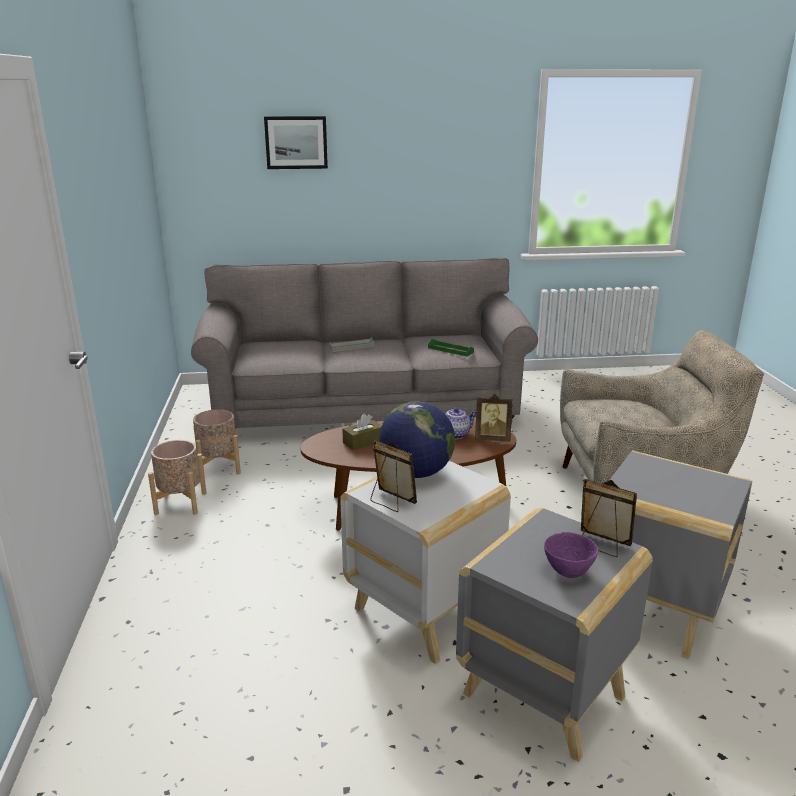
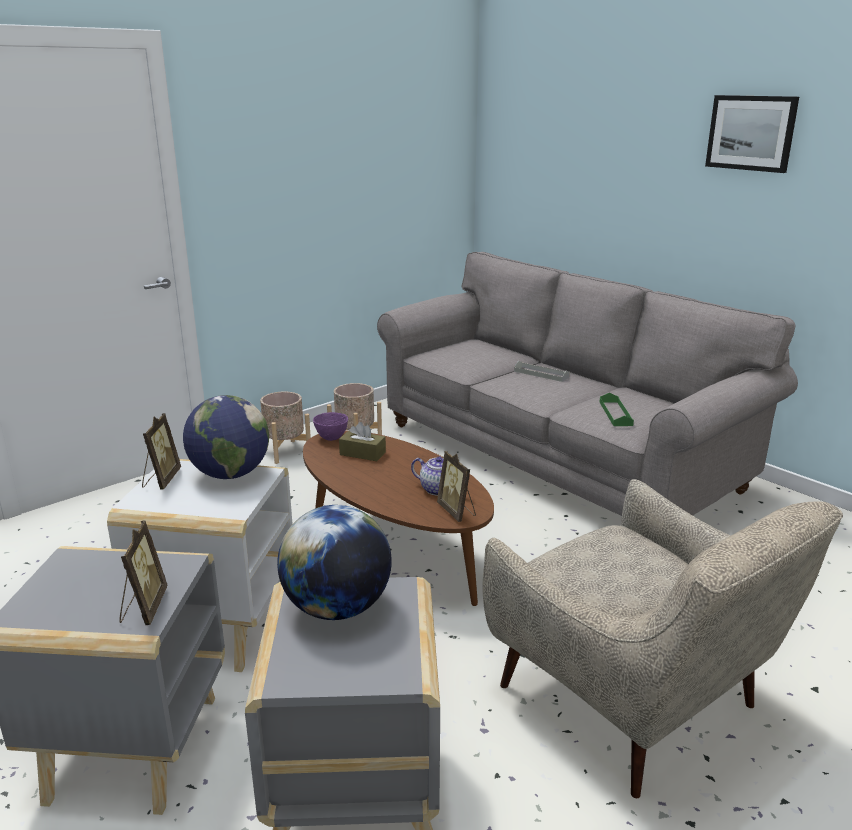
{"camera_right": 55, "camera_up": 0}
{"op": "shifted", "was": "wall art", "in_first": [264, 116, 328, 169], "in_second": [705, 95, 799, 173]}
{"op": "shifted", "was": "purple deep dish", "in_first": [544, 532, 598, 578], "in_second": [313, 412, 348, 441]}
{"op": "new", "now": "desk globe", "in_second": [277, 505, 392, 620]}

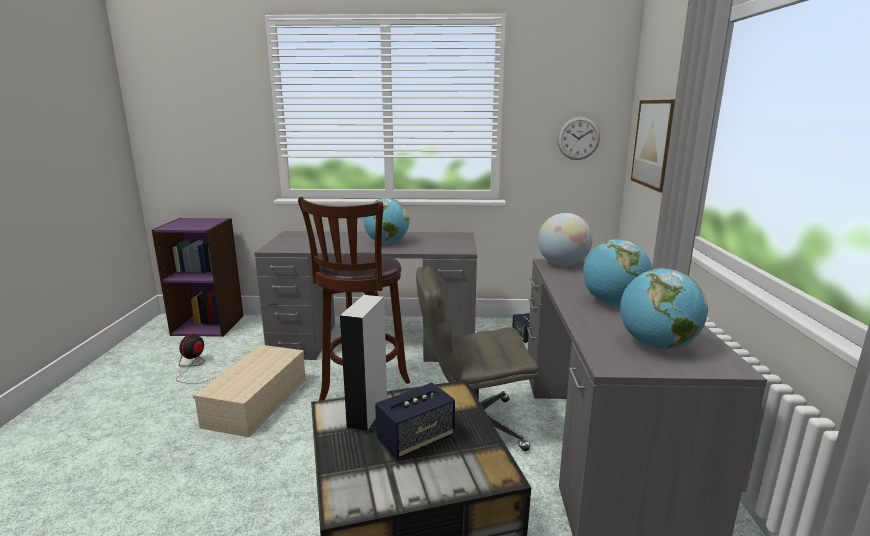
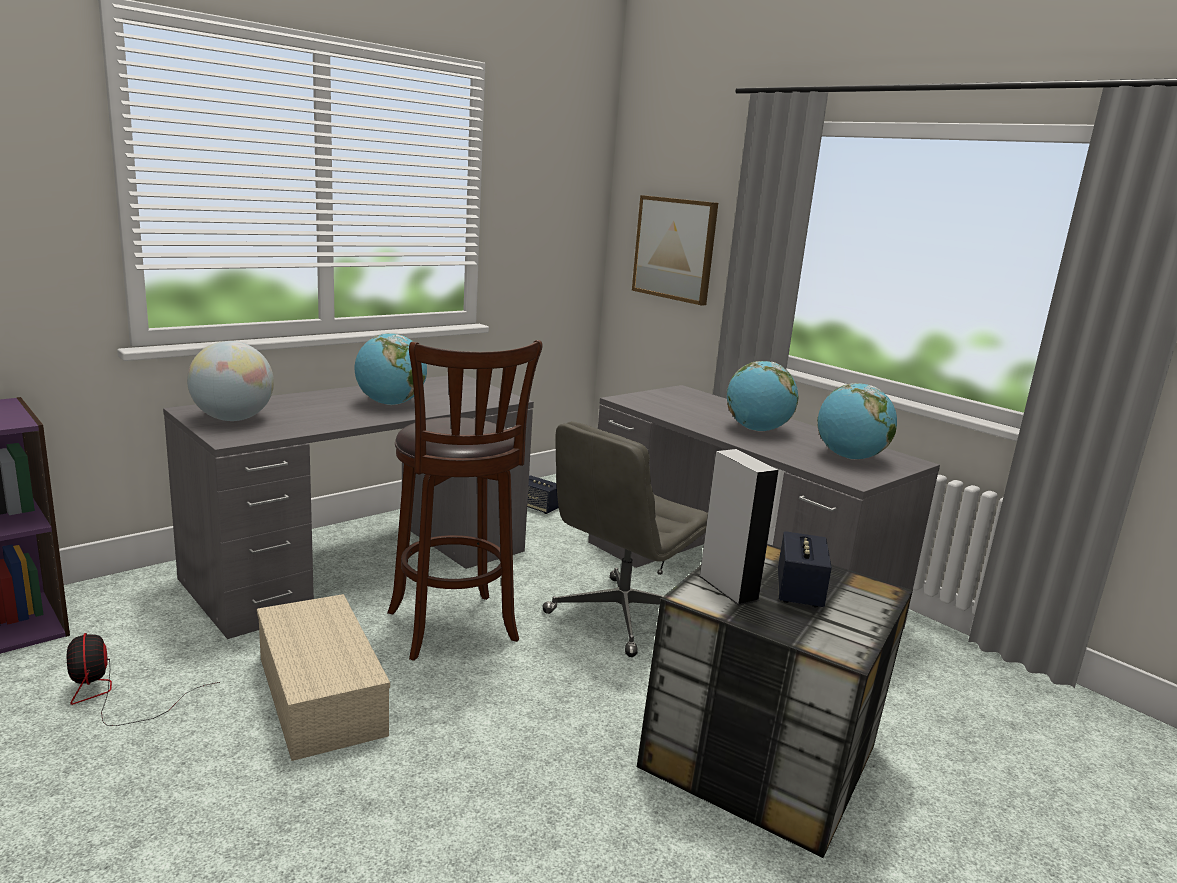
{"camera_right": -45, "camera_up": 0}
{"op": "shifted", "was": "desk globe", "in_first": [538, 213, 593, 266], "in_second": [187, 341, 274, 421]}
{"op": "gone", "was": "hanging clock", "in_first": [557, 117, 600, 160]}

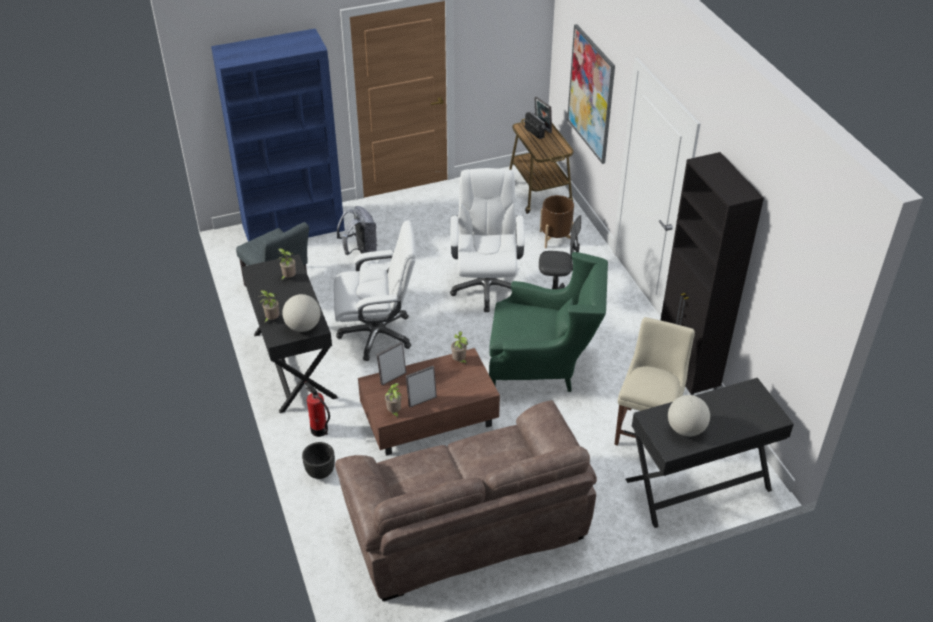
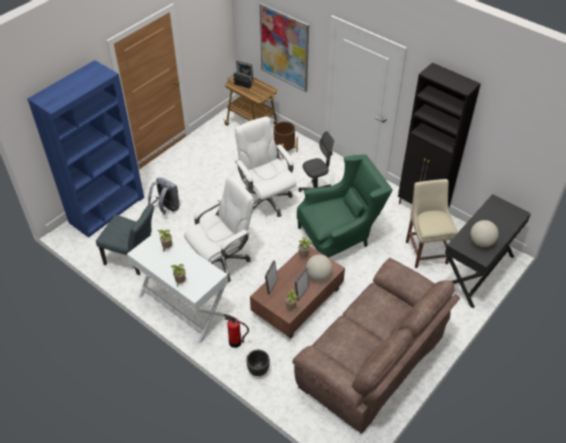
{"camera_right": -30, "camera_up": 5}
{"op": "repainted", "was": "blackish desk table", "now": "whitish desk table", "in_first": [242, 254, 338, 413], "in_second": [127, 228, 229, 343]}
{"op": "shifted", "was": "desk globe", "in_first": [282, 294, 321, 332], "in_second": [306, 255, 332, 281]}

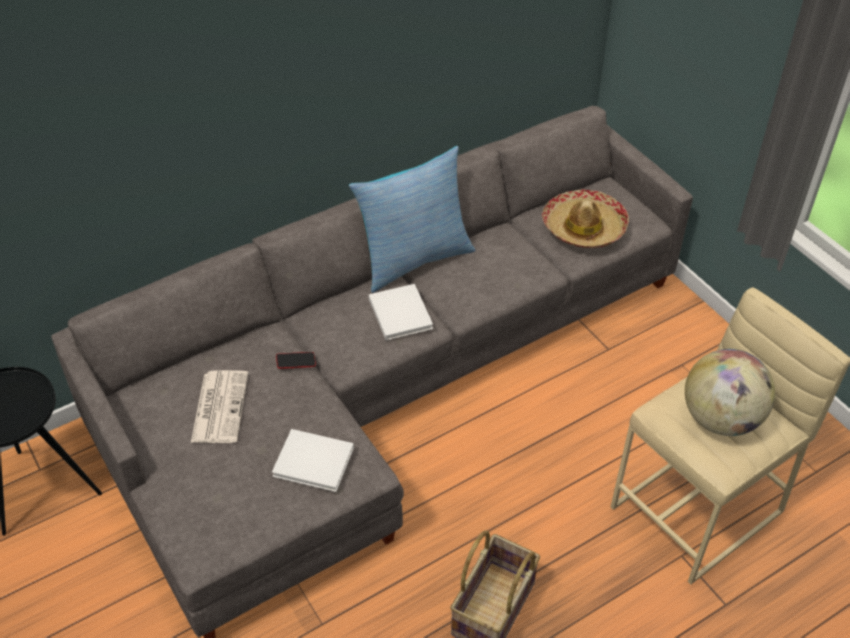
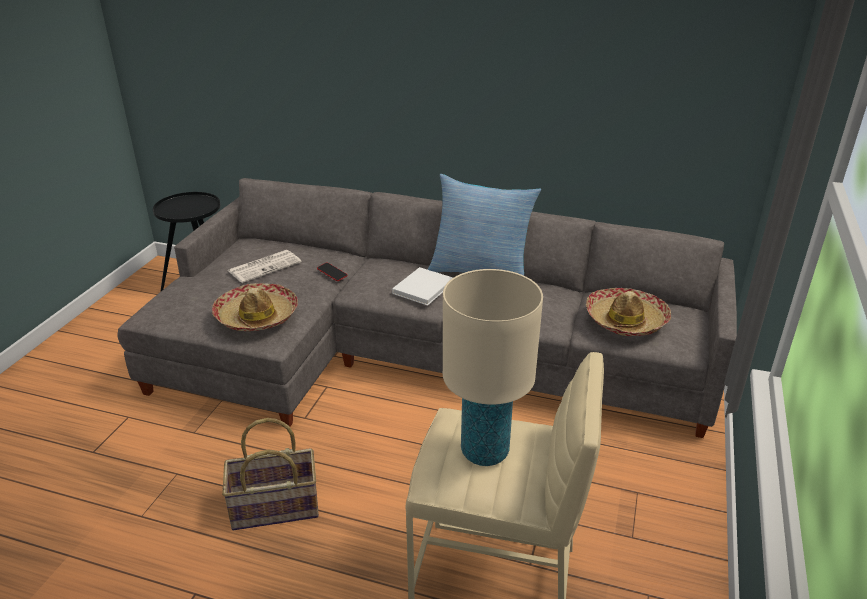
{"camera_right": 50, "camera_up": -15}
{"op": "swapped", "was": "whitish volume", "now": "clothing hat", "in_first": [272, 429, 354, 492], "in_second": [212, 283, 298, 331]}
{"op": "swapped", "was": "desk globe", "now": "beige-coloured lamp for a table", "in_first": [685, 349, 775, 436], "in_second": [443, 269, 543, 466]}

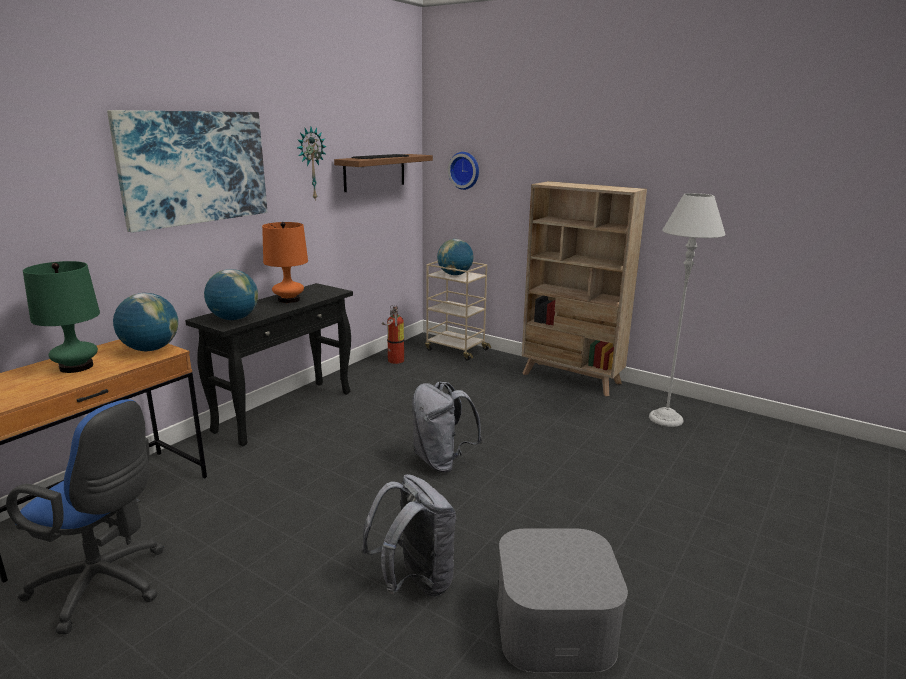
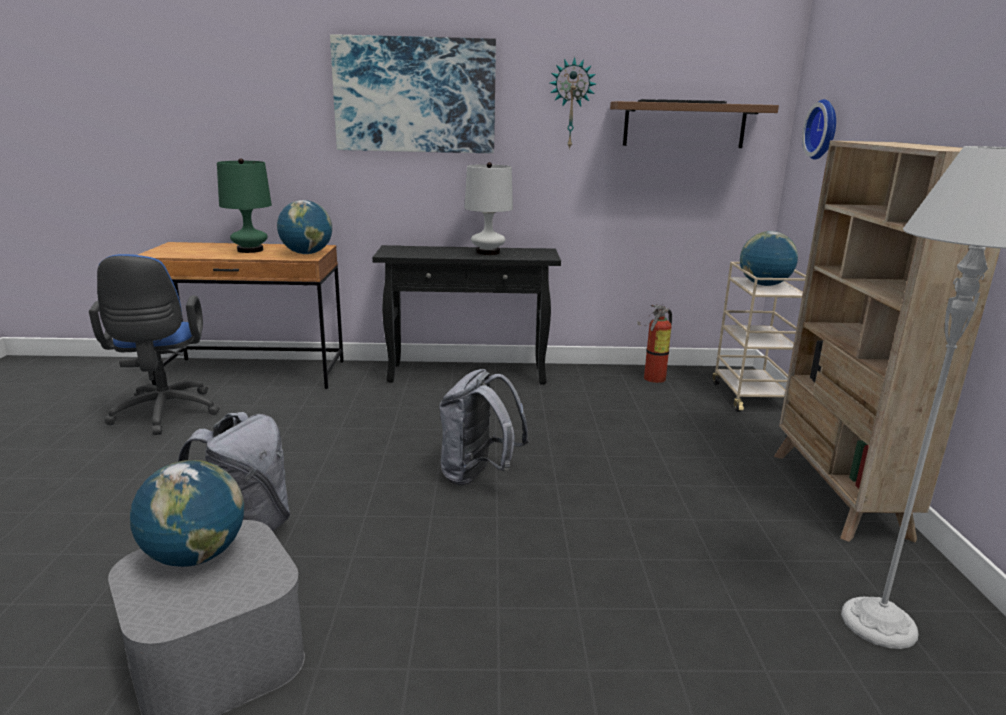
{"camera_right": 55, "camera_up": 0}
{"op": "shifted", "was": "desk globe", "in_first": [204, 269, 258, 320], "in_second": [130, 460, 244, 567]}
{"op": "repainted", "was": "orange lamp for a table", "now": "whitish lamp for a table", "in_first": [262, 222, 308, 303], "in_second": [464, 162, 513, 255]}

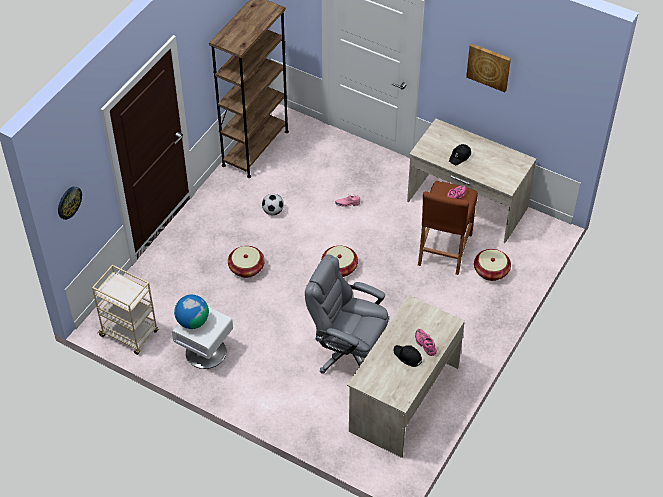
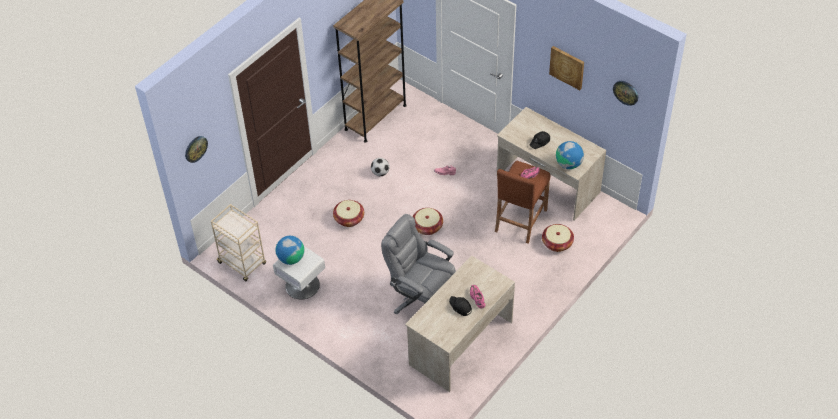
{"camera_right": 10, "camera_up": 0}
{"op": "new", "now": "desk globe", "in_second": [556, 141, 584, 169]}
{"op": "new", "now": "hanging clock", "in_second": [613, 81, 638, 106]}

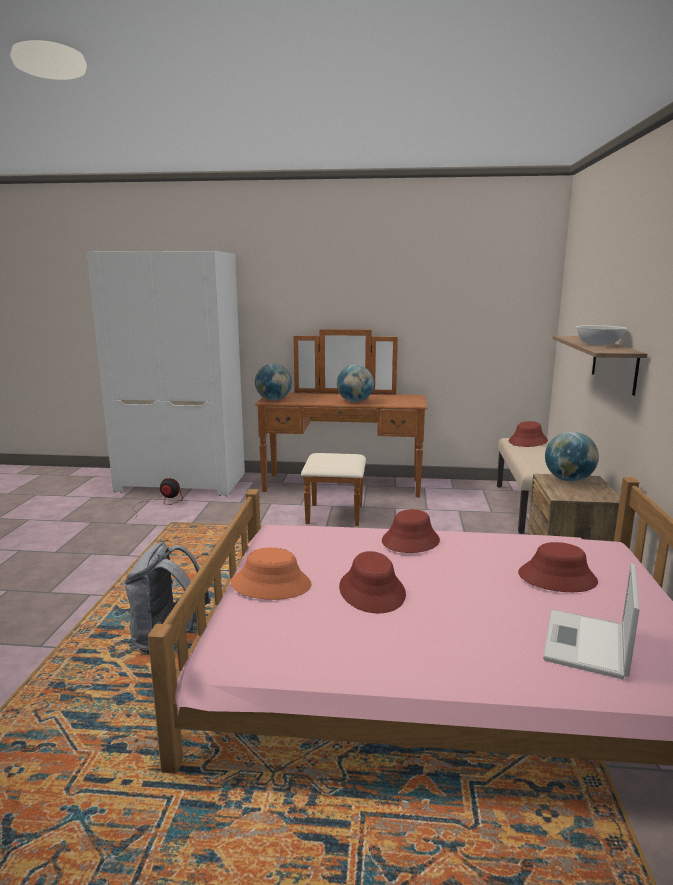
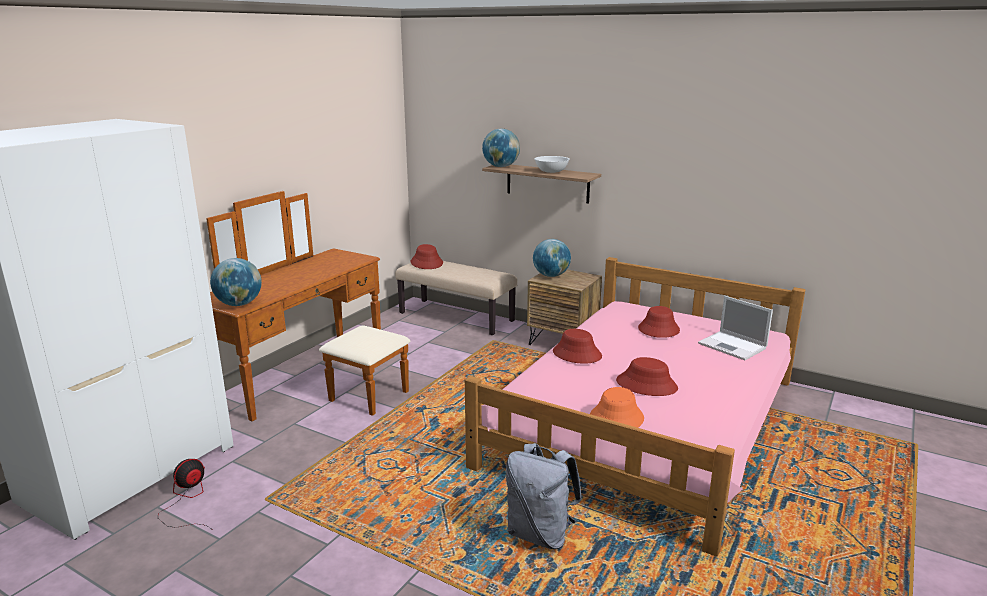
{"camera_right": -65, "camera_up": 5}
{"op": "shifted", "was": "desk globe", "in_first": [337, 365, 374, 402], "in_second": [482, 129, 520, 167]}

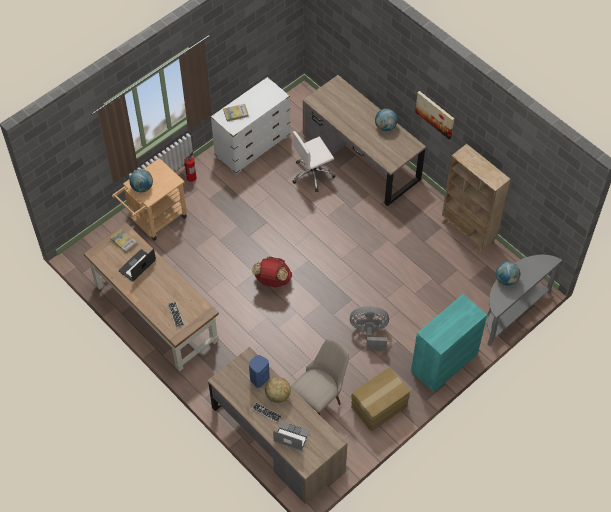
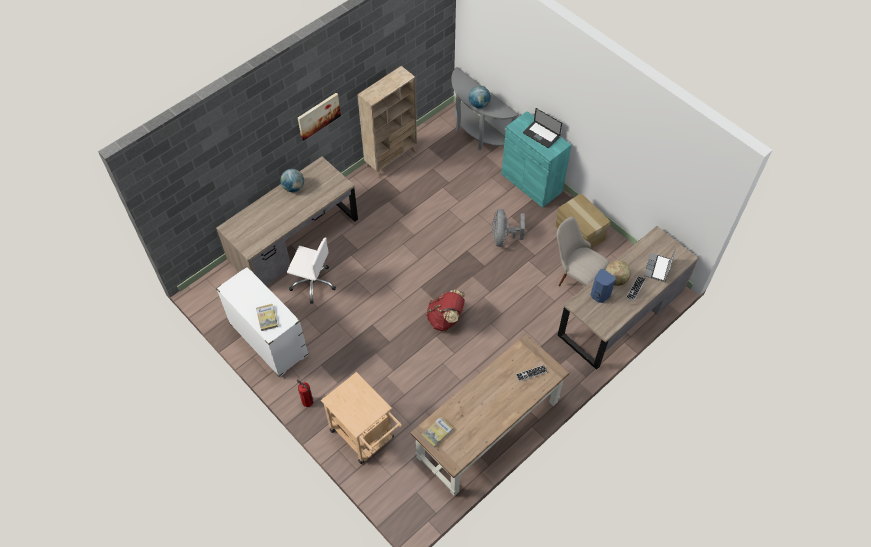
{"camera_right": -90, "camera_up": 0}
{"op": "shifted", "was": "portable computer", "in_first": [119, 249, 156, 282], "in_second": [523, 108, 562, 148]}
{"op": "gone", "was": "desk globe", "in_first": [129, 169, 153, 192]}
{"op": "rotated", "was": "whitish desk chair", "in_first": [292, 131, 336, 192], "in_second": [287, 237, 336, 304], "clockwise": -45}

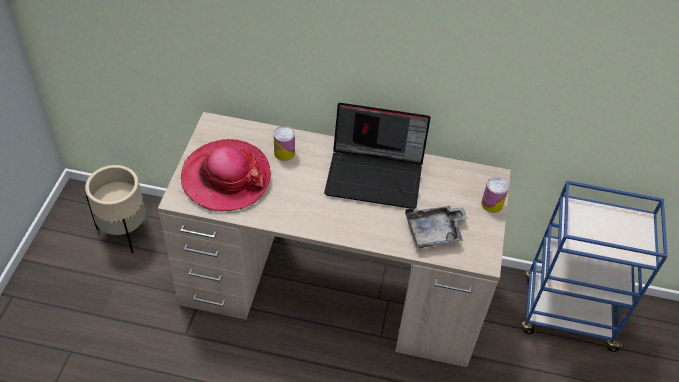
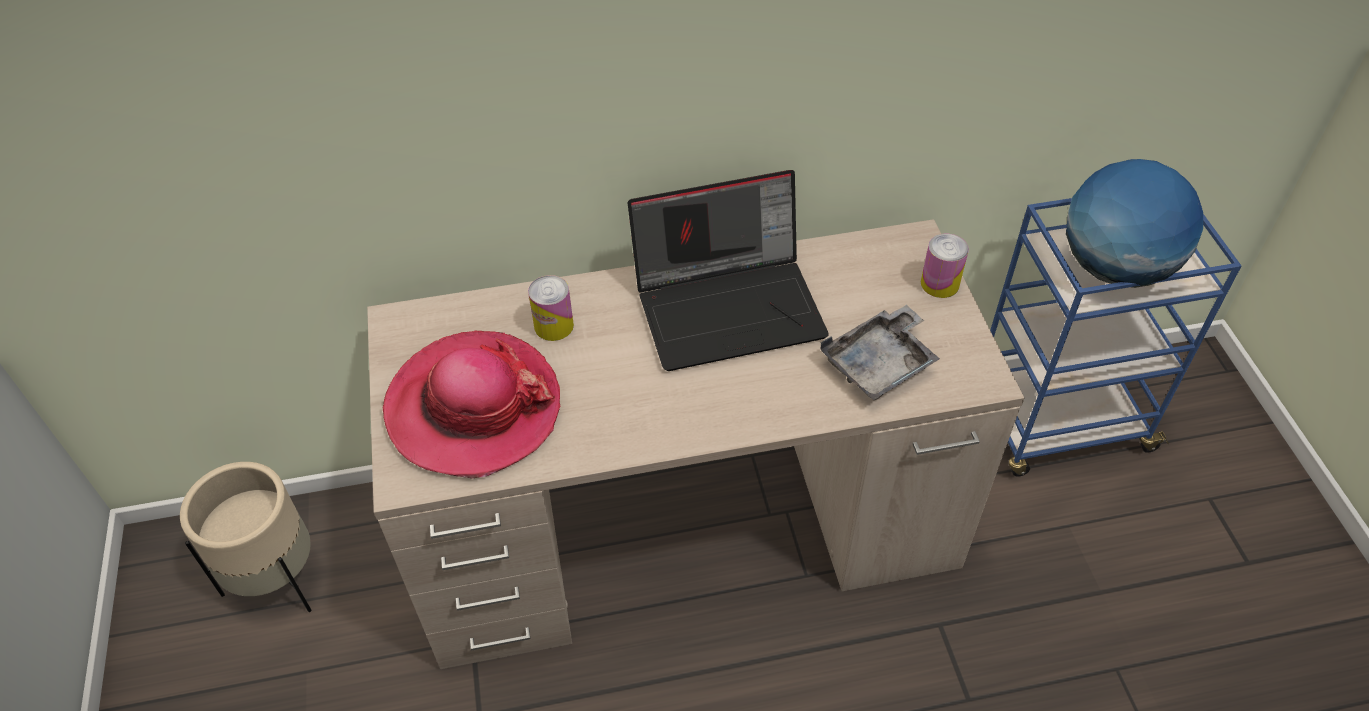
{"camera_right": -20, "camera_up": 0}
{"op": "new", "now": "desk globe", "in_second": [1066, 159, 1203, 288]}

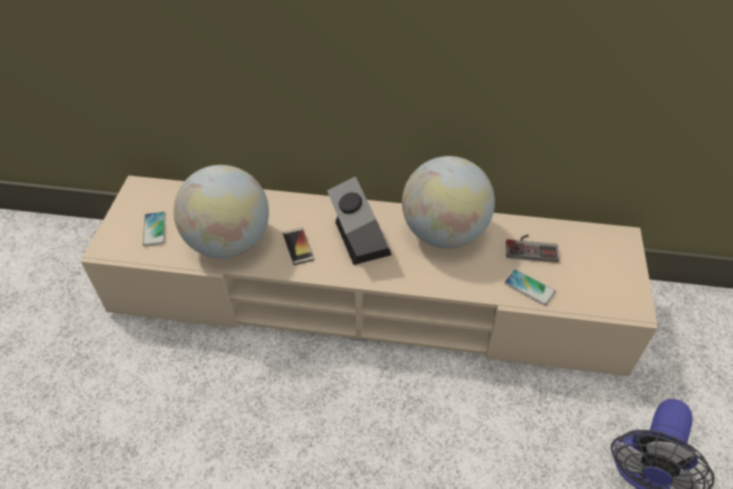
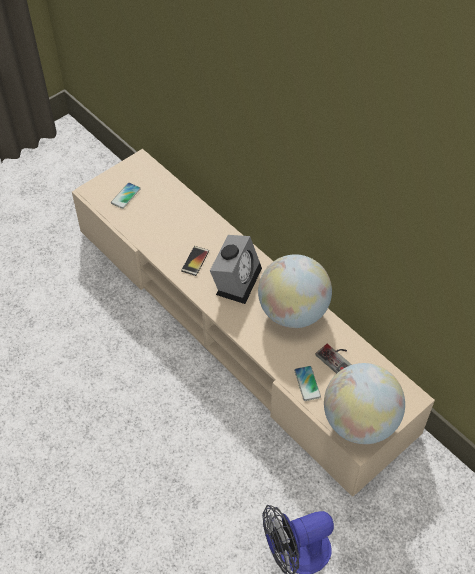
{"camera_right": 40, "camera_up": 5}
{"op": "shifted", "was": "desk globe", "in_first": [173, 165, 269, 258], "in_second": [324, 363, 405, 444]}

